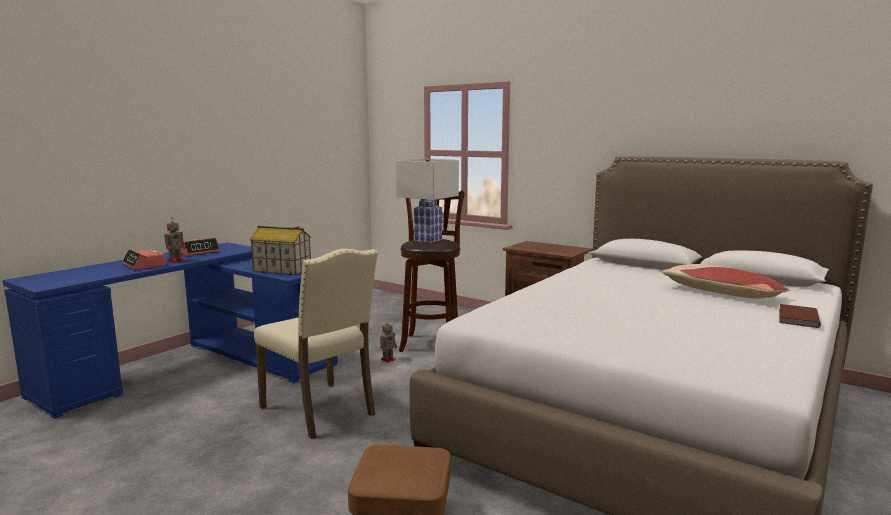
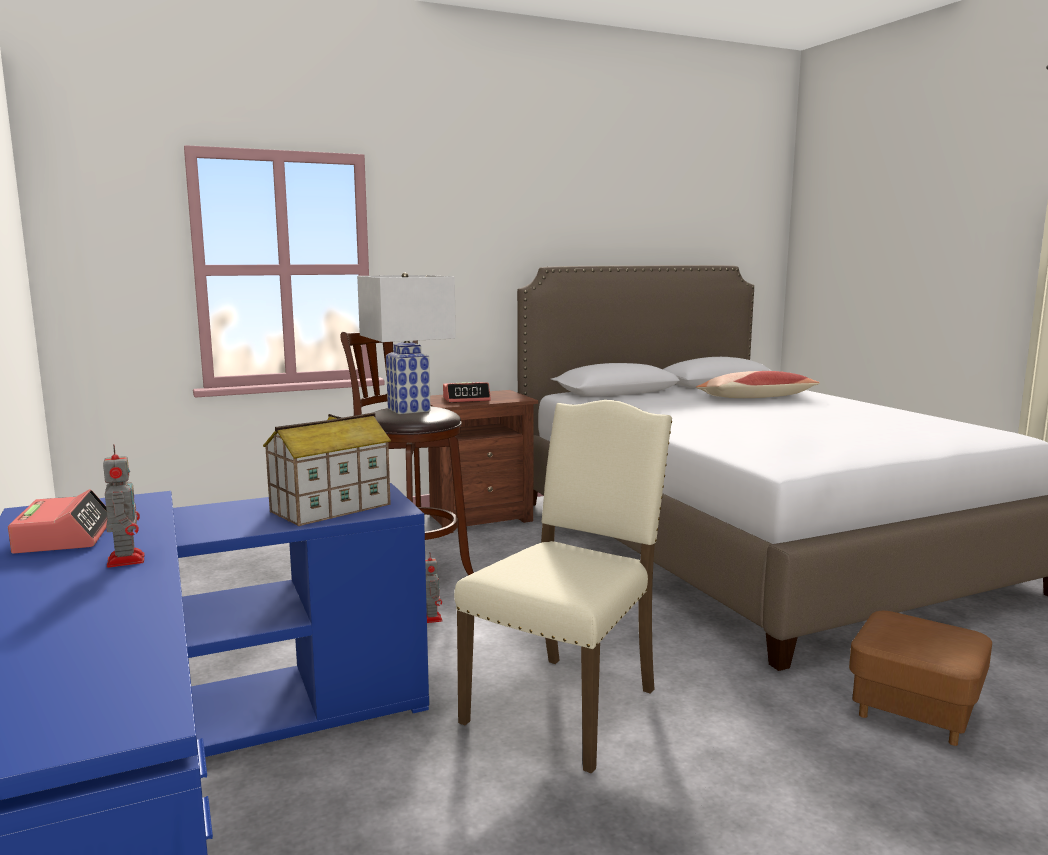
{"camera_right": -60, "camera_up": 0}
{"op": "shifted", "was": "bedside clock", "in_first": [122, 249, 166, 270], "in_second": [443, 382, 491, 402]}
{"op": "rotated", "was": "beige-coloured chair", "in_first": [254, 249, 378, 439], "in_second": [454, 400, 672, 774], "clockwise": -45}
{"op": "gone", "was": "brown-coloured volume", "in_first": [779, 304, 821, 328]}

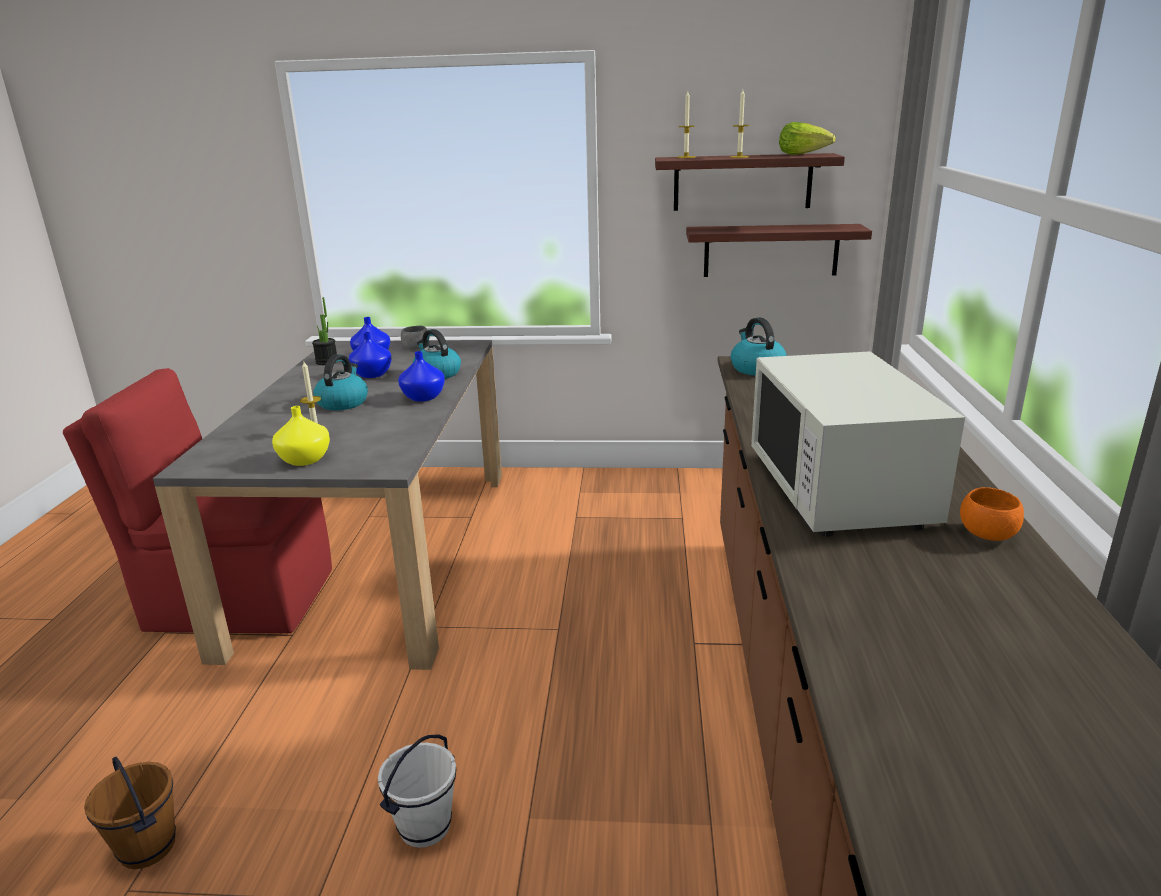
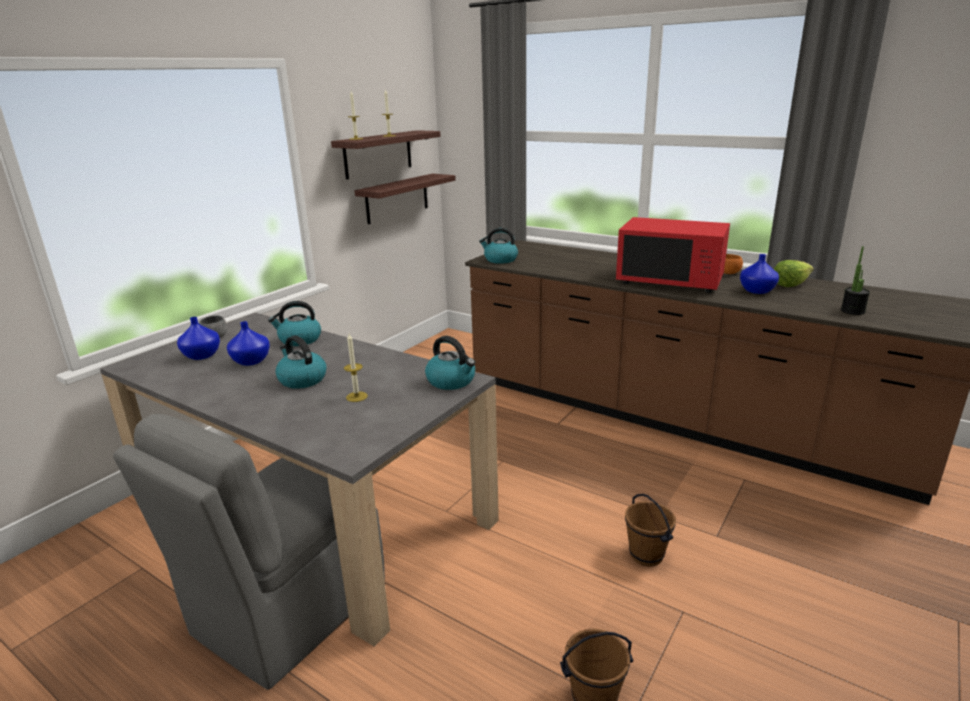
{"camera_right": -60, "camera_up": 0}
{"op": "repainted", "was": "red-coloured chair", "now": "greyish chair", "in_first": [63, 368, 332, 634], "in_second": [113, 414, 385, 690]}
{"op": "gone", "was": "yellow flower vase", "in_first": [272, 406, 330, 466]}
{"op": "shifted", "was": "houseplant", "in_first": [312, 297, 337, 365], "in_second": [841, 246, 870, 315]}
{"op": "repainted", "was": "whitish pail", "now": "brown-coloured pail", "in_first": [378, 734, 456, 848], "in_second": [625, 494, 676, 567]}
{"op": "shifted", "was": "blue-coloured flower vase", "in_first": [398, 351, 445, 402], "in_second": [740, 254, 779, 294]}
{"op": "repainted", "was": "whitish microwave oven", "now": "red-coloured microwave oven", "in_first": [751, 351, 965, 537], "in_second": [616, 217, 730, 293]}
{"op": "shifted", "was": "lettuce head", "in_first": [779, 122, 836, 155], "in_second": [774, 260, 814, 287]}
{"op": "new", "now": "kettle", "in_second": [425, 336, 475, 390]}

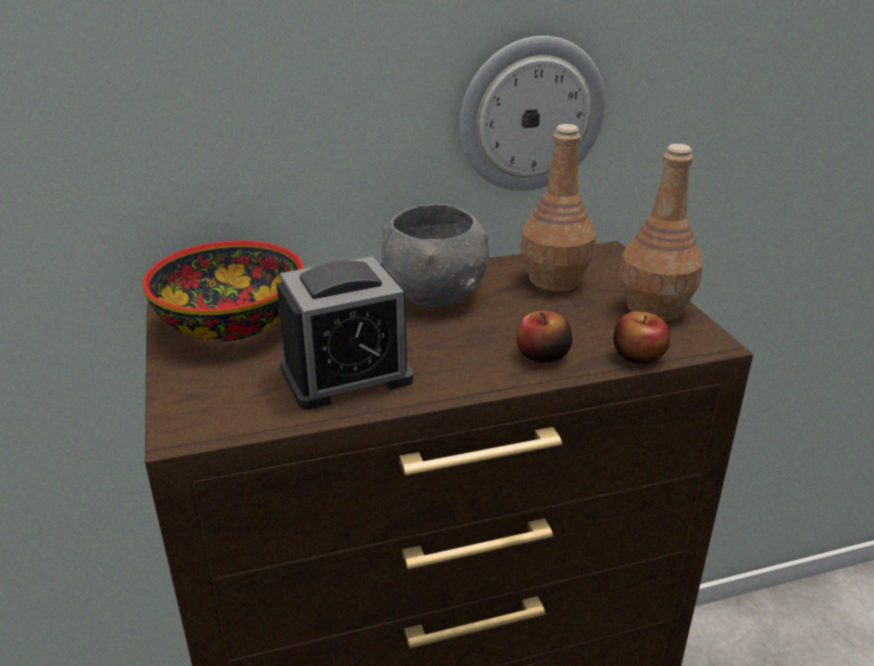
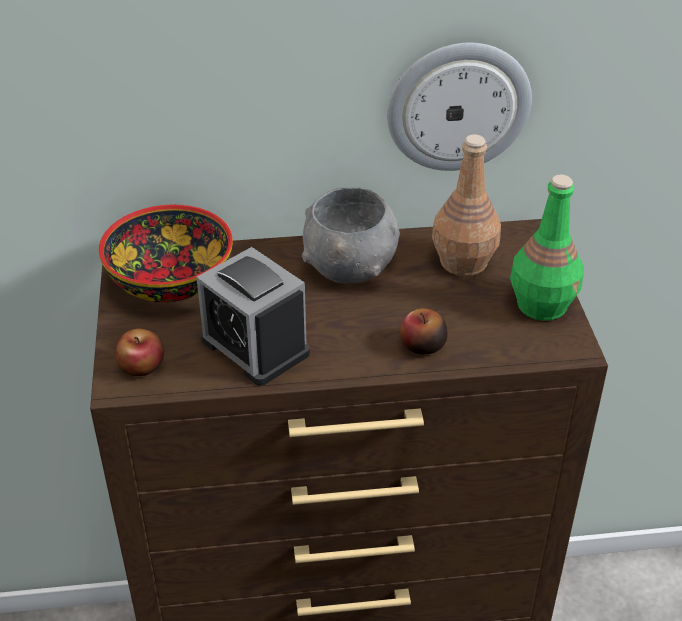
{"camera_right": 10, "camera_up": 10}
{"op": "rotated", "was": "bedside clock", "in_first": [276, 256, 414, 410], "in_second": [196, 247, 310, 386], "clockwise": 60}
{"op": "shifted", "was": "whole apple", "in_first": [613, 311, 670, 364], "in_second": [115, 328, 164, 376]}
{"op": "repainted", "was": "brown-coloured bottle", "now": "greenish bottle", "in_first": [619, 144, 703, 321], "in_second": [510, 175, 584, 321]}

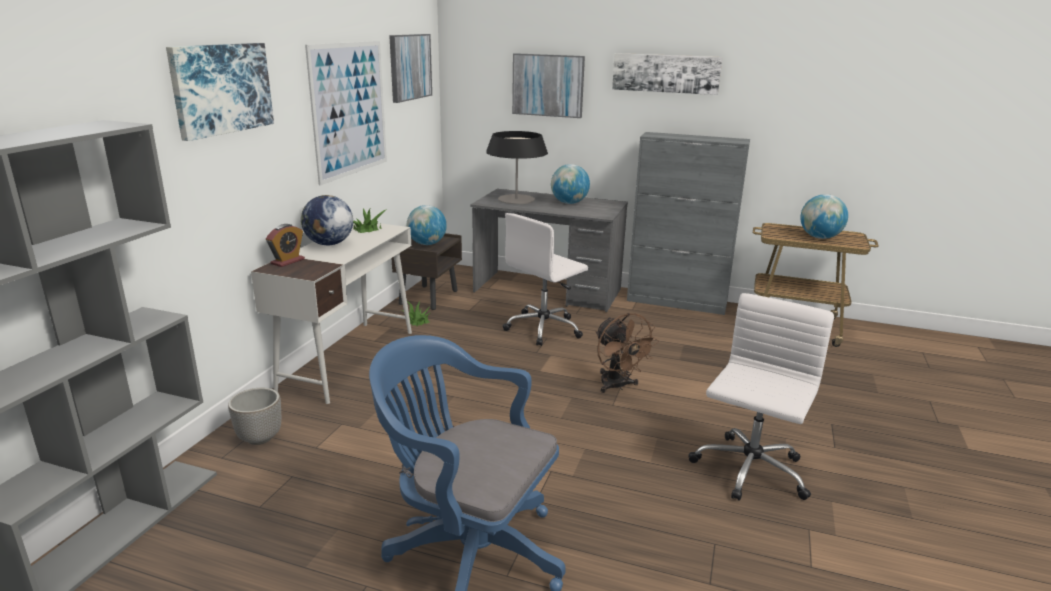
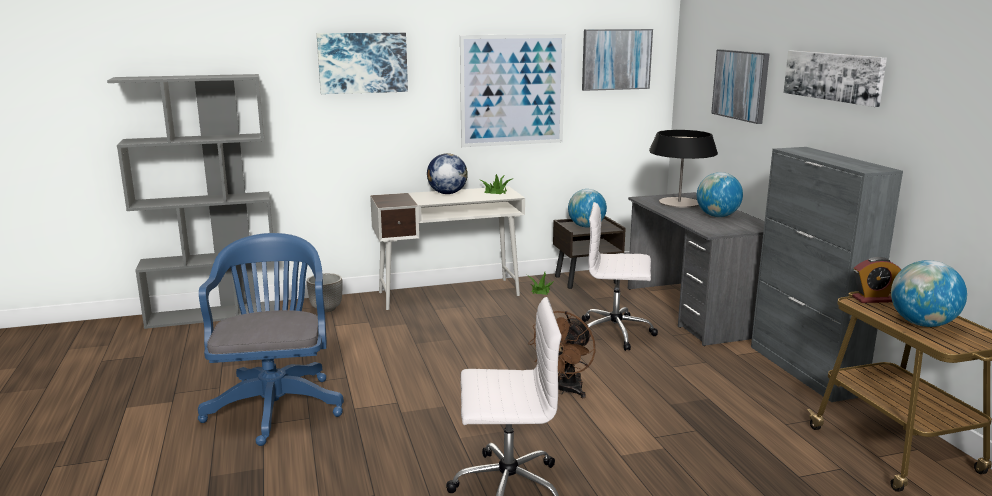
{"camera_right": 55, "camera_up": -5}
{"op": "shifted", "was": "bedside clock", "in_first": [266, 224, 305, 267], "in_second": [852, 257, 902, 303]}

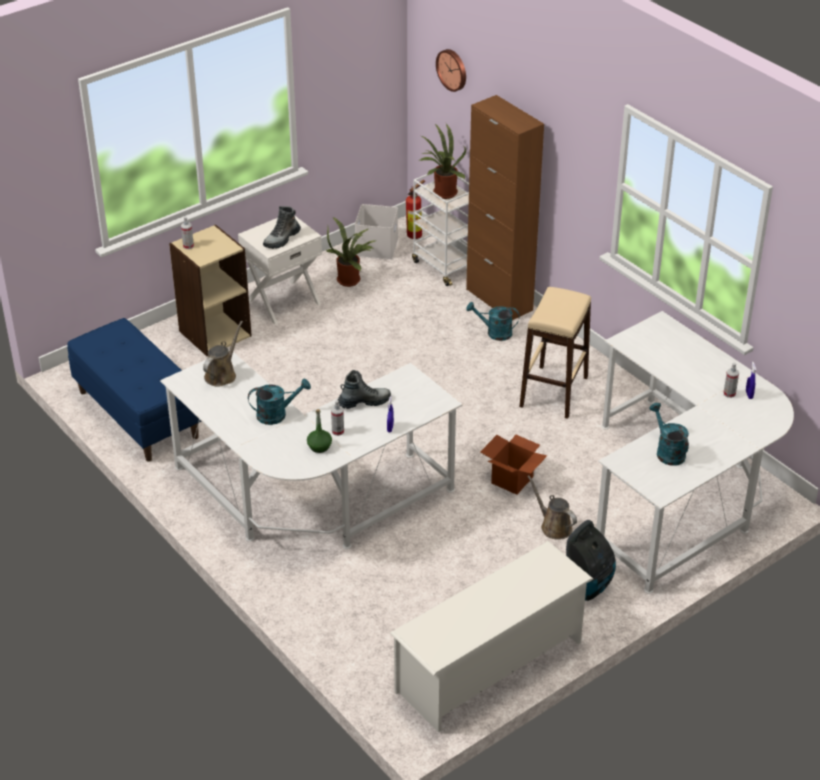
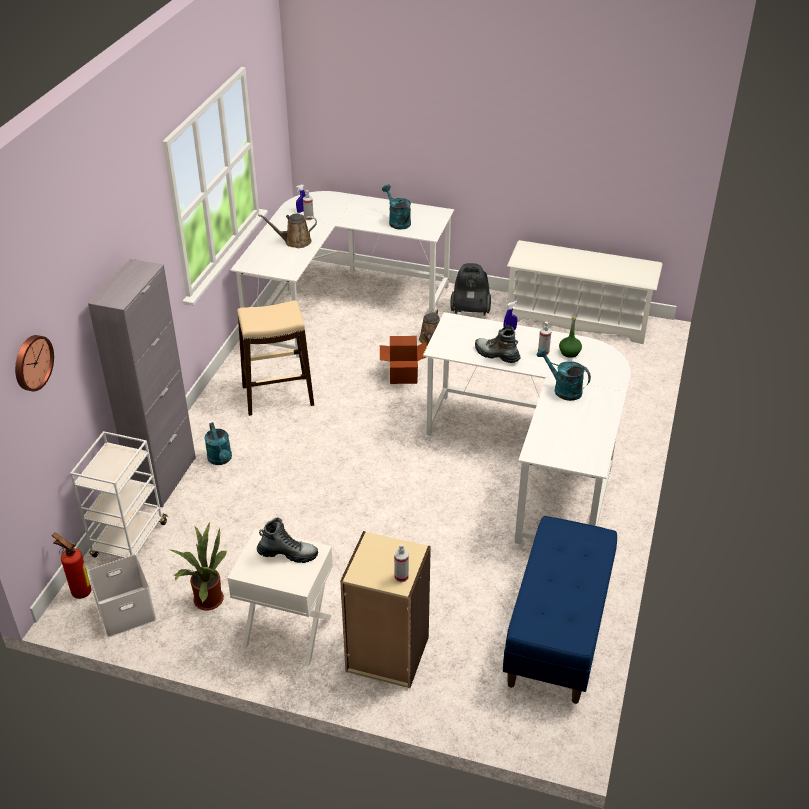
{"camera_right": -125, "camera_up": 0}
{"op": "shifted", "was": "brown-coloured sprinkling can", "in_first": [203, 321, 243, 386], "in_second": [258, 214, 317, 248]}
{"op": "gone", "was": "houseplant", "in_first": [419, 124, 466, 199]}
{"op": "repainted", "was": "brown-coloured cupboard", "now": "greyish cupboard", "in_first": [466, 95, 544, 320], "in_second": [88, 259, 196, 507]}
{"op": "rotated", "was": "turquoise sprinkling can", "in_first": [649, 403, 689, 466], "in_second": [382, 184, 411, 230], "clockwise": 120}

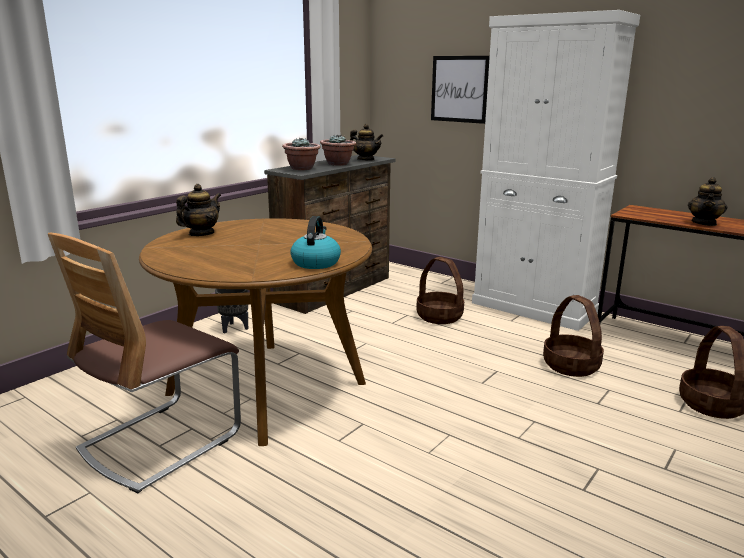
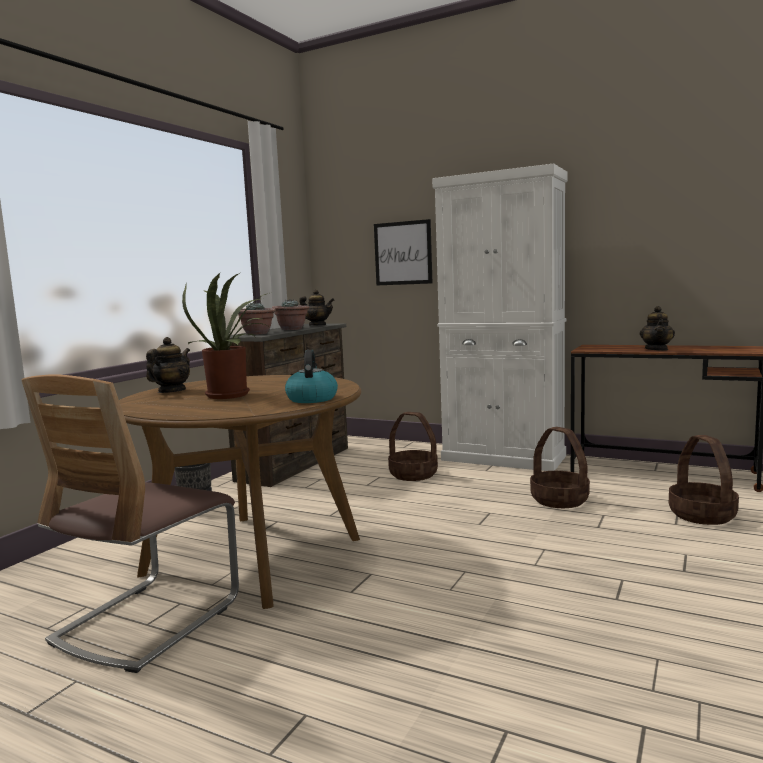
{"camera_right": -10, "camera_up": -10}
{"op": "new", "now": "houseplant", "in_second": [182, 272, 272, 399]}

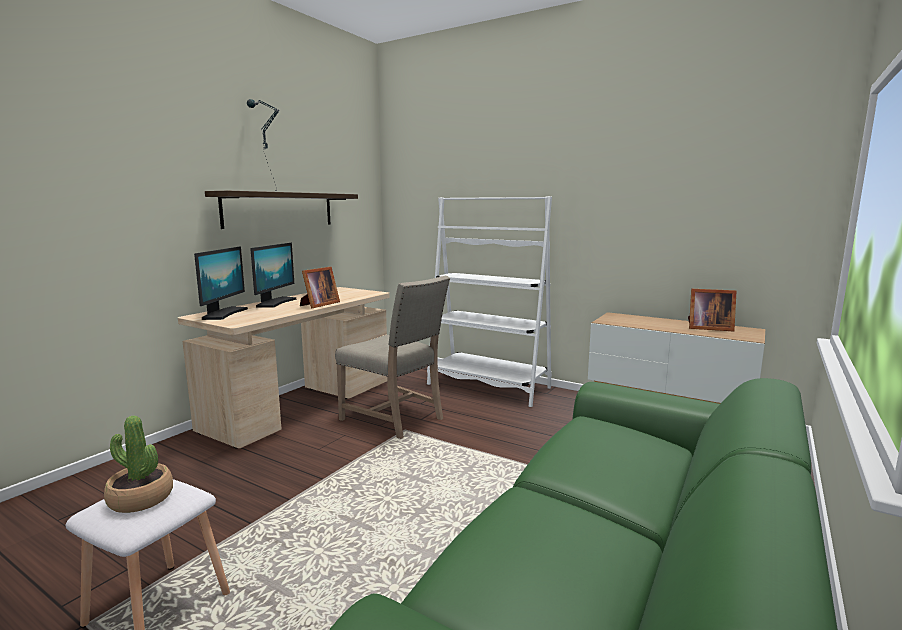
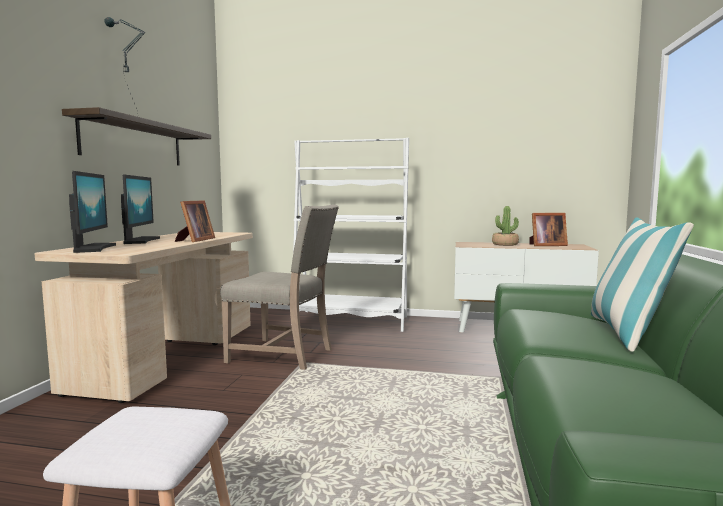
{"camera_right": -20, "camera_up": -5}
{"op": "shifted", "was": "houseplant", "in_first": [104, 416, 173, 513], "in_second": [492, 206, 519, 246]}
{"op": "new", "now": "cushion", "in_second": [591, 217, 694, 352]}

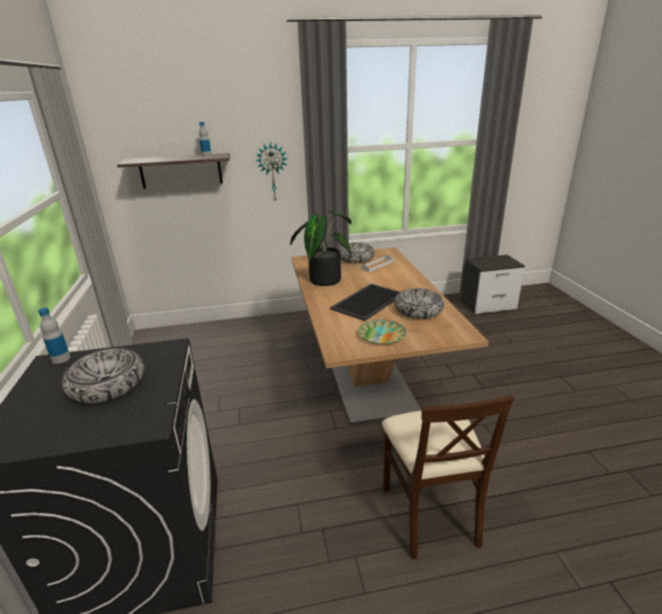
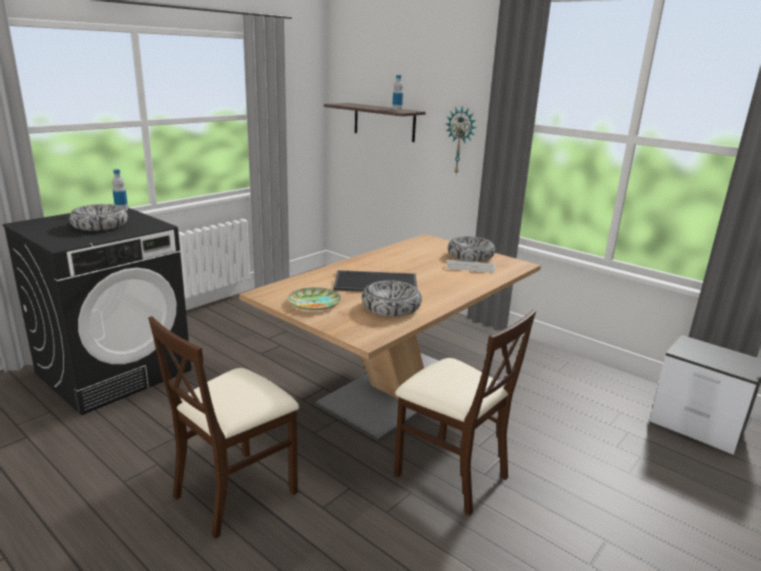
{"camera_right": 50, "camera_up": -5}
{"op": "gone", "was": "houseplant", "in_first": [290, 211, 352, 286]}
{"op": "new", "now": "beige-coloured chair", "in_second": [394, 309, 536, 516]}

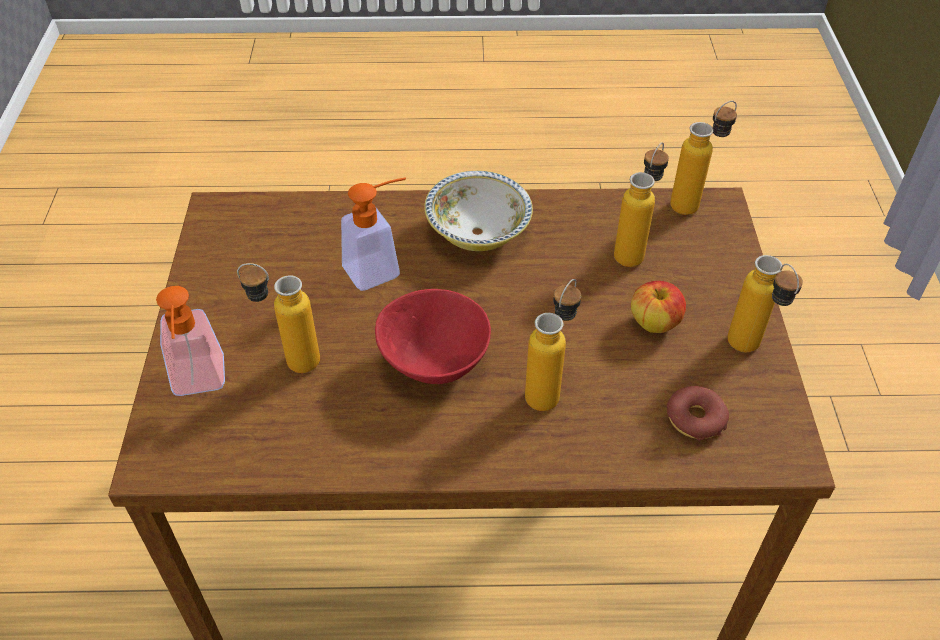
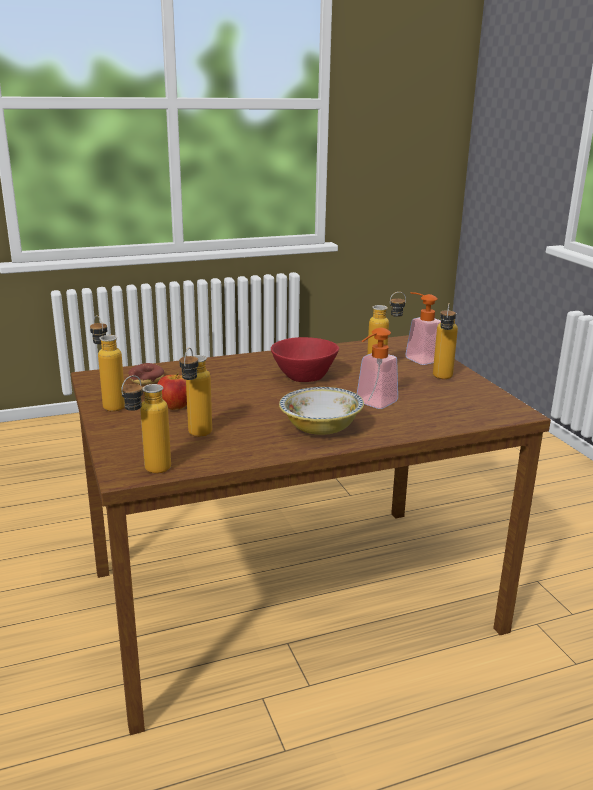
{"camera_right": 160, "camera_up": -25}
{"op": "shifted", "was": "bottle", "in_first": [525, 279, 581, 411], "in_second": [433, 303, 458, 379]}

